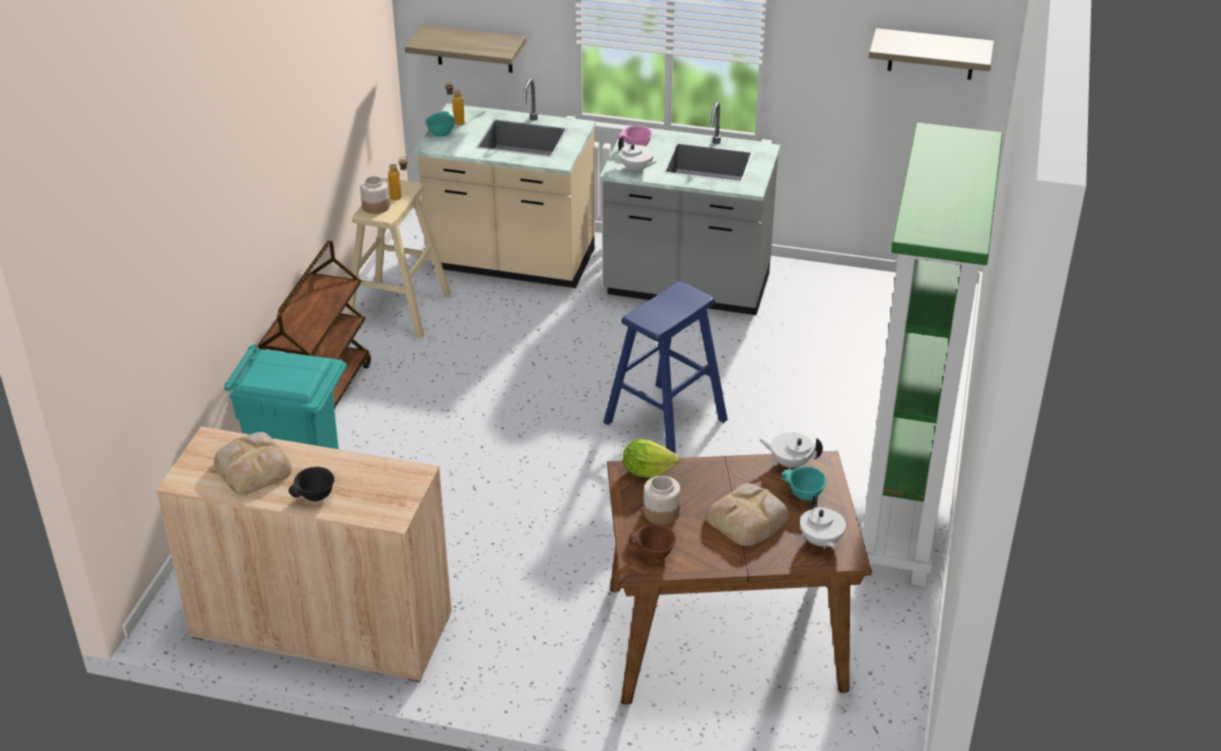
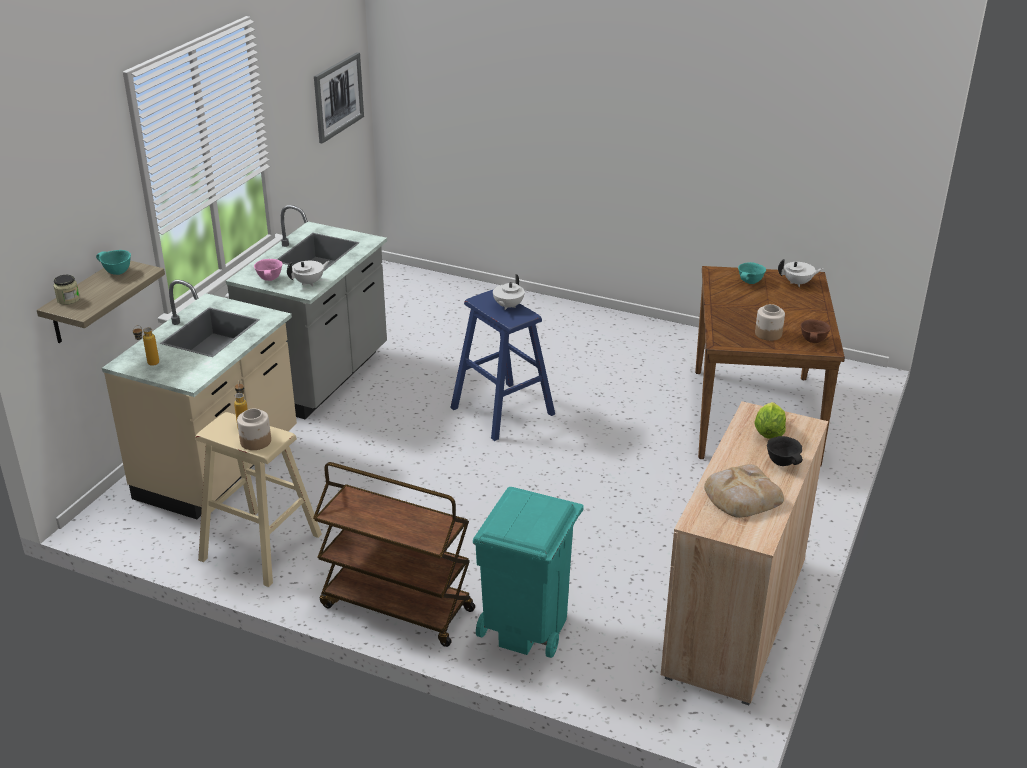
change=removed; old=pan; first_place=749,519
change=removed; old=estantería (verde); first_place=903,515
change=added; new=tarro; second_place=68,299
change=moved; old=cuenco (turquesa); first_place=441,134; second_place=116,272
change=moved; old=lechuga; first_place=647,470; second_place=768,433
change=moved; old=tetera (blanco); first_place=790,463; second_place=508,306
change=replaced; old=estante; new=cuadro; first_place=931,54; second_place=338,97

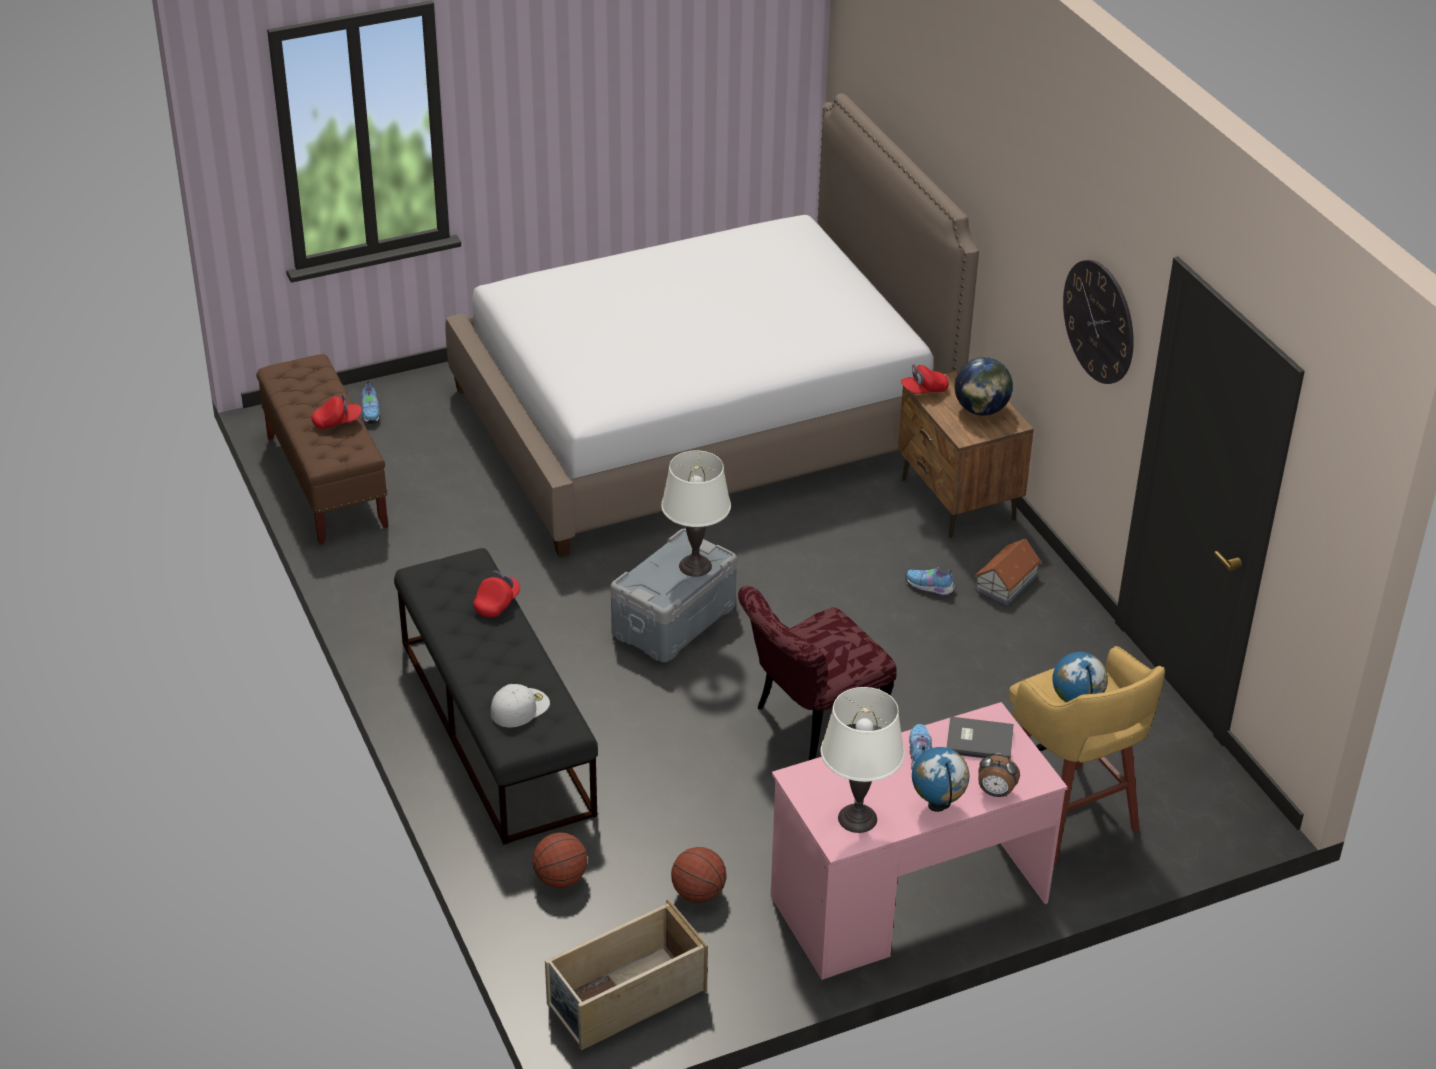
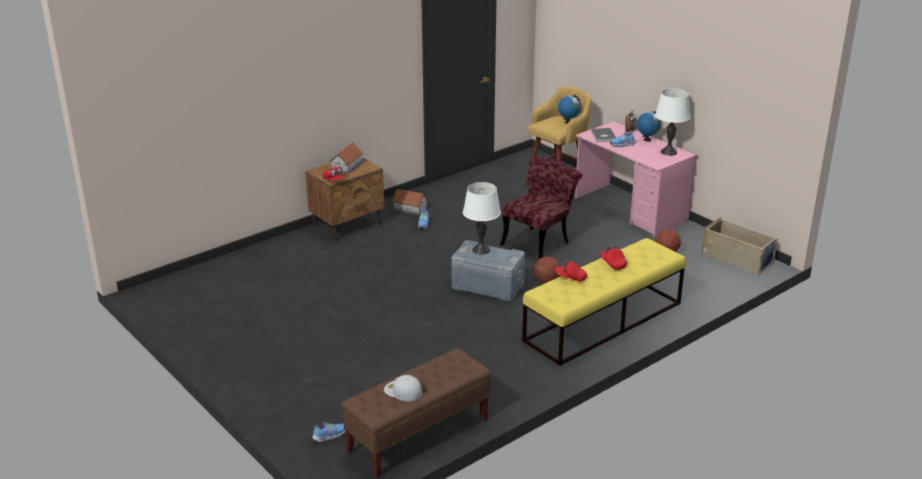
change=removed; old=cama; first_place=702,421
change=removed; old=reloj de pared; first_place=1099,321
change=moved; old=gorra (rojo); first_place=337,422; second_place=613,264
change=moved; old=gorra (blanco); first_place=520,707; second_place=402,391
change=moved; old=balón de baloncesto; first_place=560,878; second_place=546,281
change=replaced; old=globo terráqueo; new=casita; first_place=981,410; second_place=347,166
change=recoloured; old=banco (negro); new=banco (amarillo); first_place=495,726; second_place=603,322
change=turned; old=silla (rojo); first_place=811,722; second_place=539,241; degrees=-90

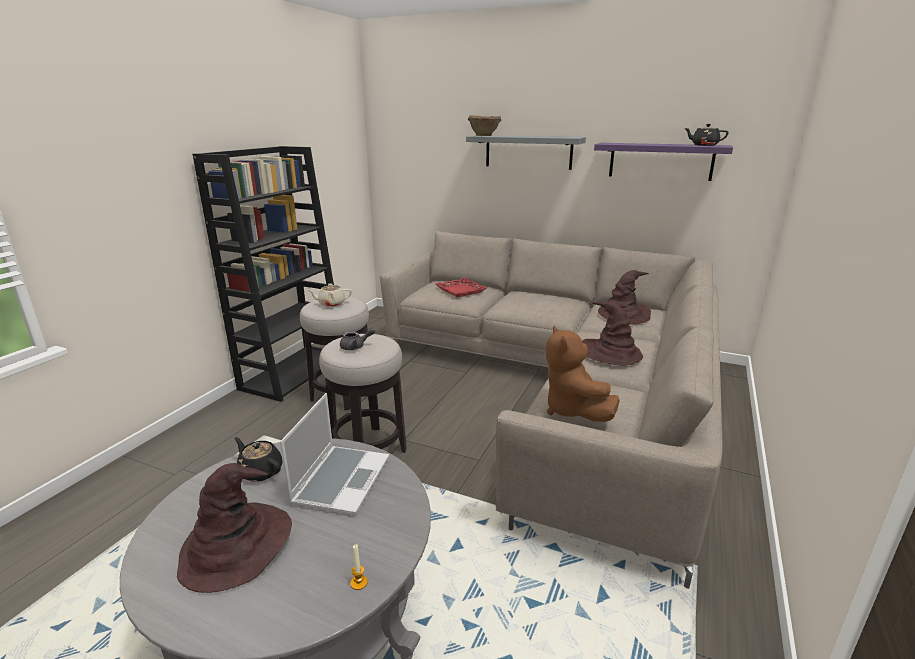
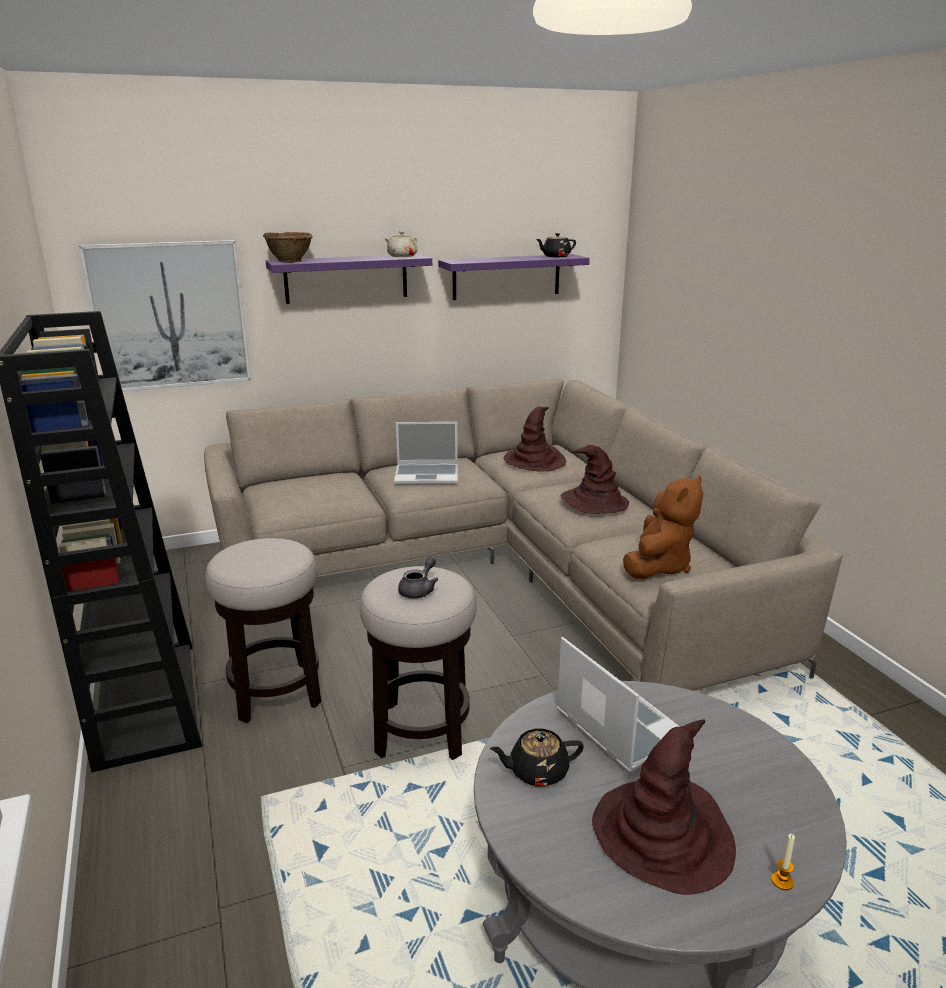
change=removed; old=bandeja (rojo); first_place=460,290
change=added; new=cuadro; second_place=170,316
change=added; new=portátil; second_place=427,475
change=moved; old=tetera (beis); first_place=331,304; second_place=401,256
change=moved; old=vela; first_place=359,583; second_place=782,881
change=recoloured; old=estante (gris); new=estante (morado); first_place=528,152; second_place=346,278
change=turned; old=peluche (marrón); first_place=573,410; second_place=658,566; degrees=-90

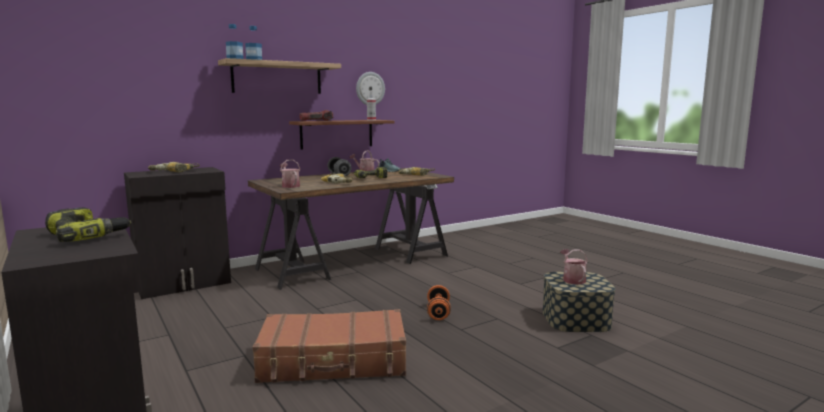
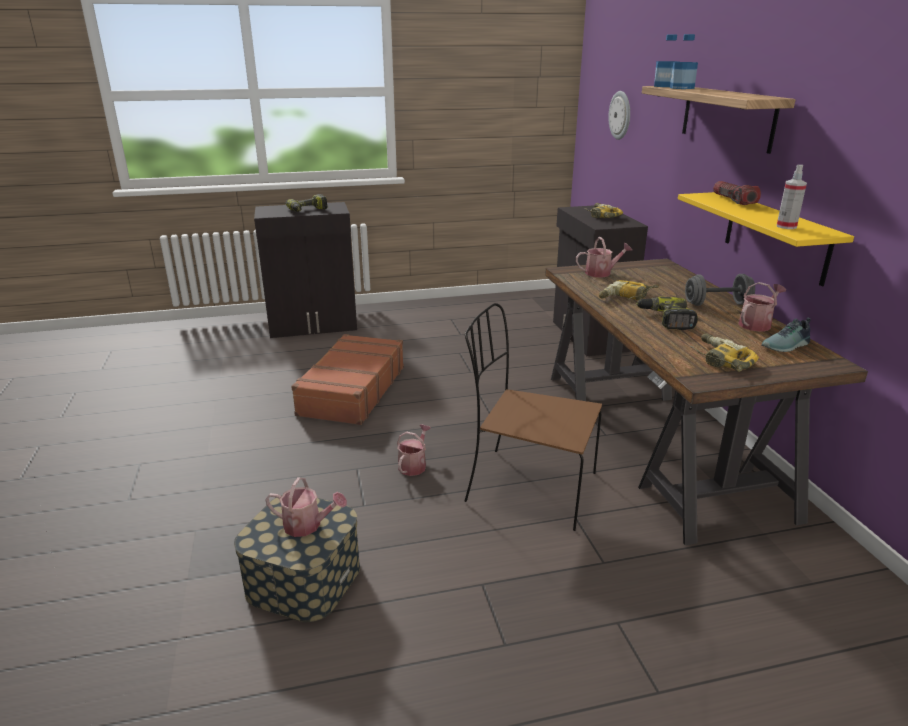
change=added; new=silla (marrón); second_place=528,487
change=moved; old=reloj de pared; first_place=370,88; second_place=620,115
change=replaced; old=mancuerna (naranja); new=regadera; first_place=438,313; second_place=414,465
change=recoloured; old=estante (marrón); new=estante (amarillo); first_place=337,134; second_place=775,237

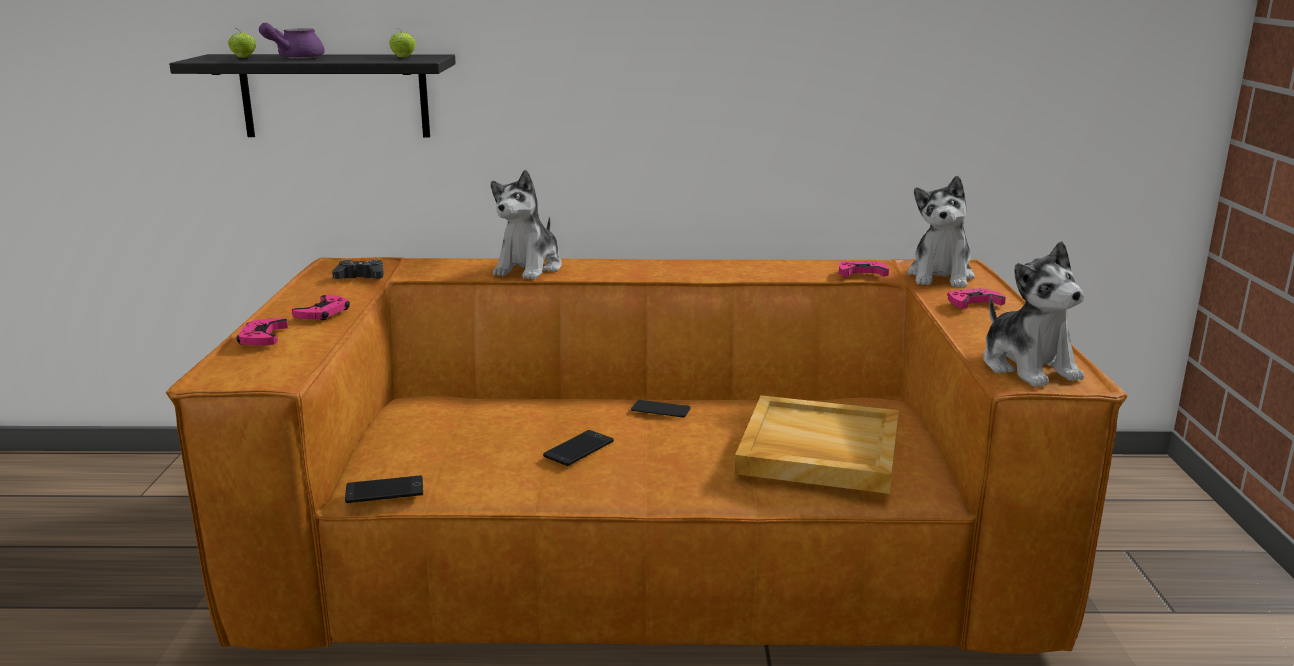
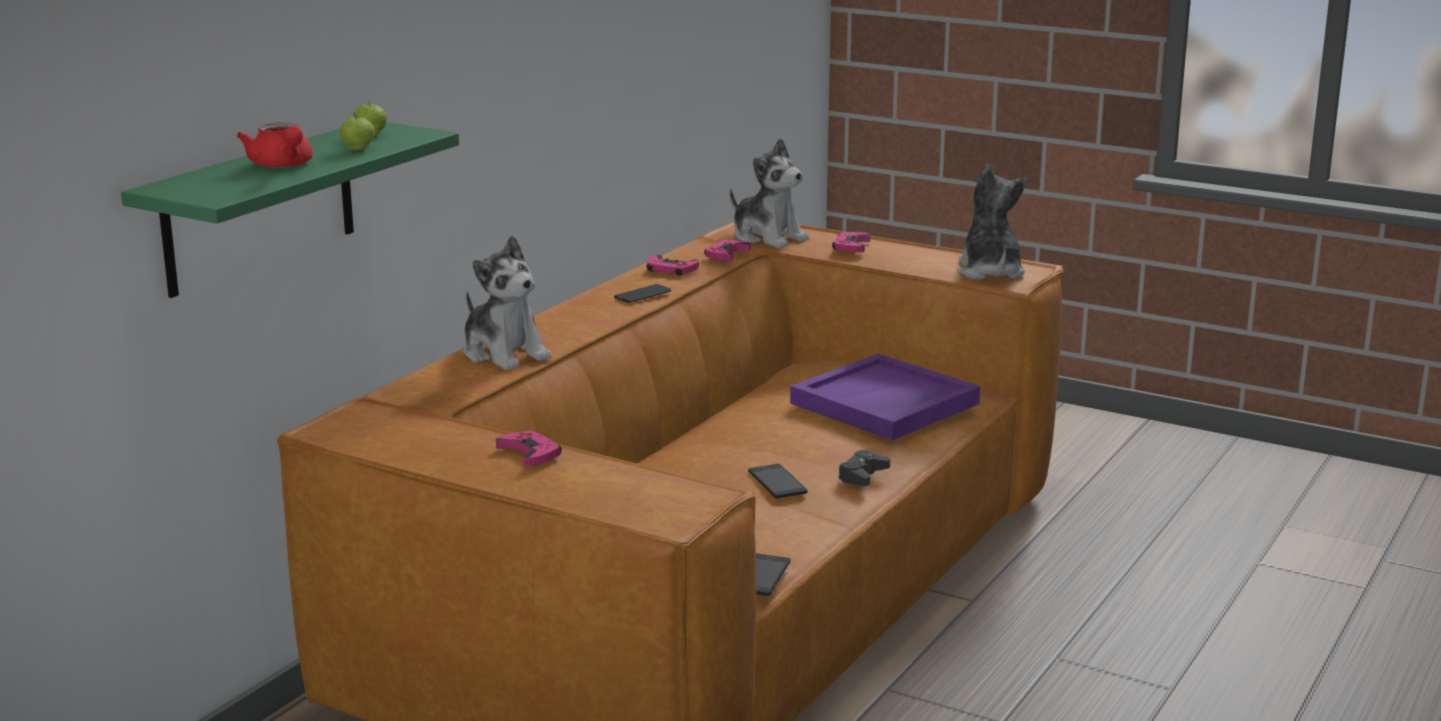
change=moved; old=manzana; first_place=244,57; second_place=358,149
change=moved; old=mando de consola (rosa); first_place=262,337; second_place=671,269
change=moved; old=mando de consola (negro); first_place=361,277; second_place=862,476
change=moved; old=móvil; first_place=660,409; second_place=642,294
change=recoloured; old=estante (negro); new=estante (verde); first_place=335,96; second_place=260,208
change=recoloured; old=tetera (morado); new=tetera (rojo); first_place=294,58; second_place=282,166
change=recoloured; old=bandeja (beis); new=bandeja (morado); first_place=817,450; second_place=884,404
change=turned; old=peluche; first_place=1028,367; second_place=989,272; degrees=-105

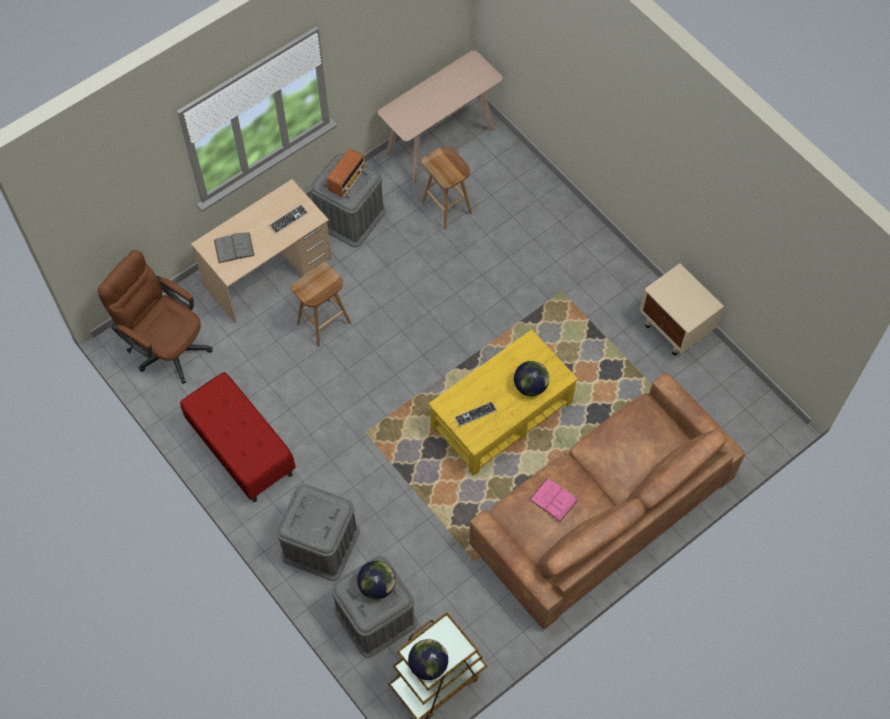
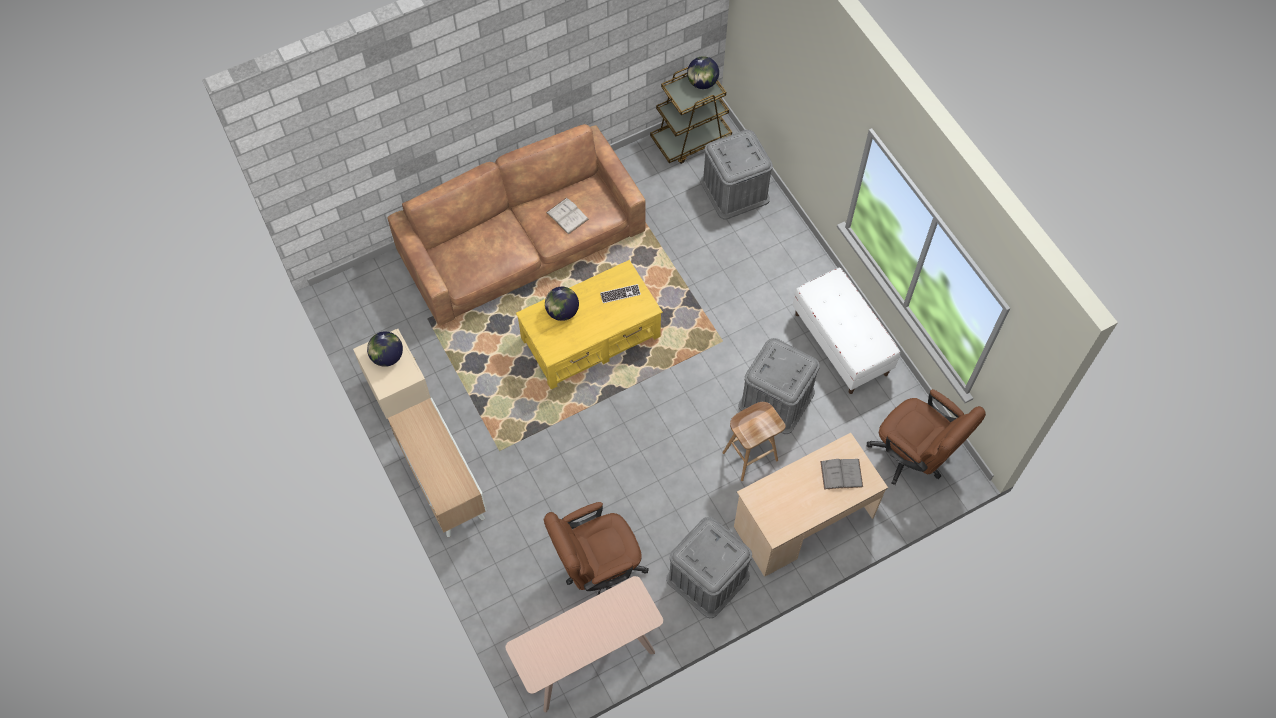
change=removed; old=teclado; first_place=288,219
change=removed; old=radio; first_place=347,180
change=added; new=armario; second_place=443,485
change=moved; old=caja de almacenaje (gris); first_place=320,543; second_place=776,399
change=moved; old=globo terráqueo; first_place=377,586; second_place=387,357
change=replaced; old=taburete (marrón); new=silla de oficina (marrón); first_place=447,208; second_place=597,569
change=recoloured; old=banco (rojo); new=banco (blanco); first_place=241,449; second_place=841,343
change=recoloured; old=libro (rosa); new=libro (blanco); first_place=553,499; second_place=567,216

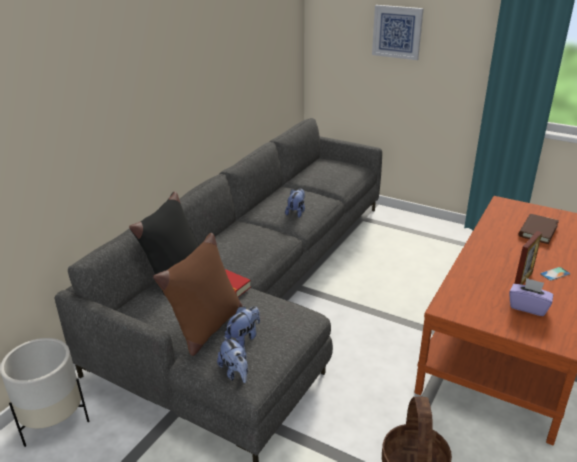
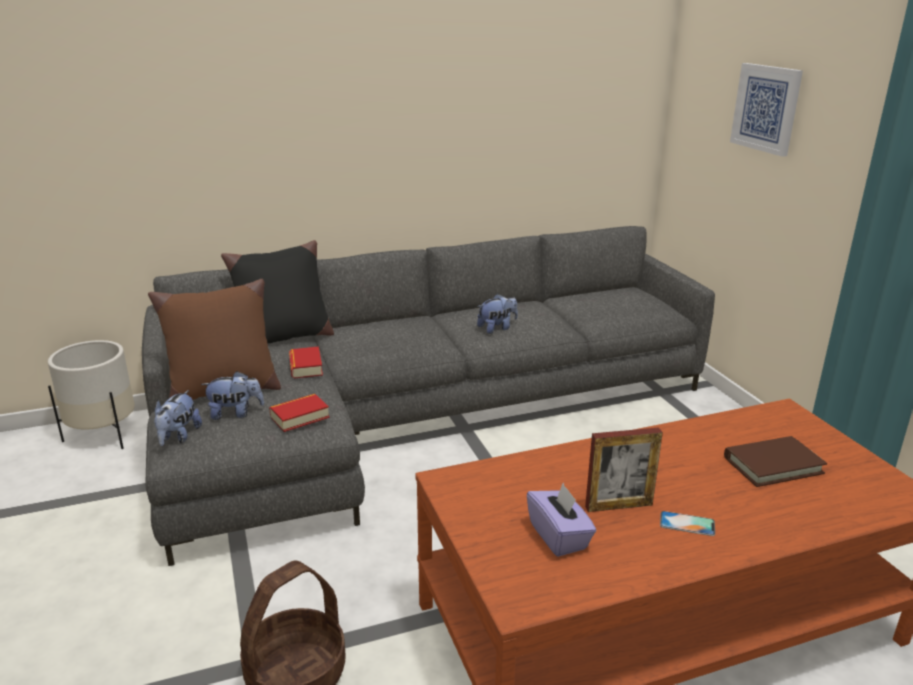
change=added; new=libro; second_place=299,417

